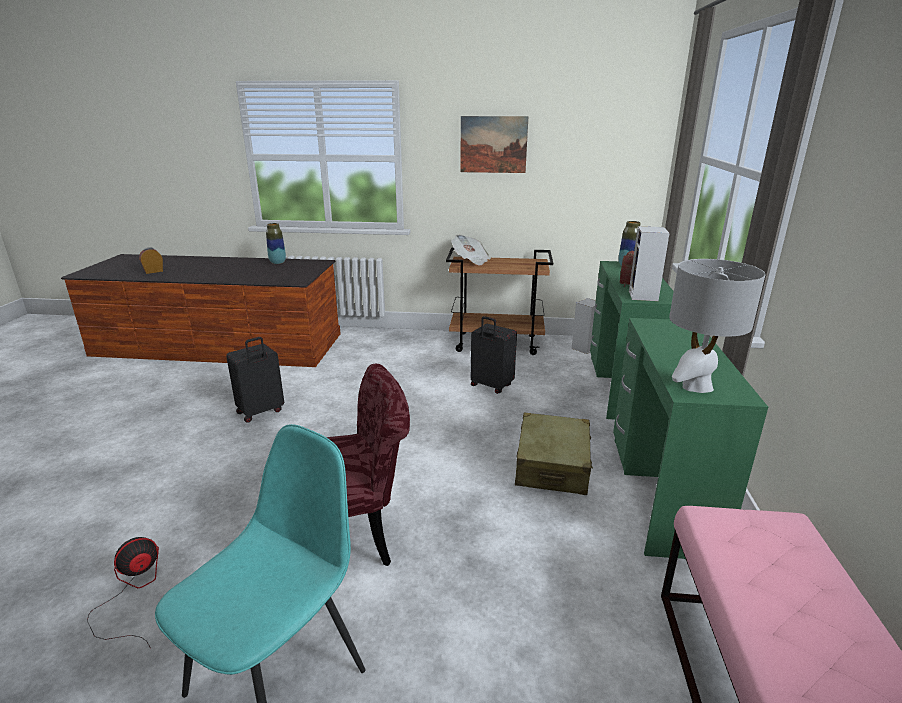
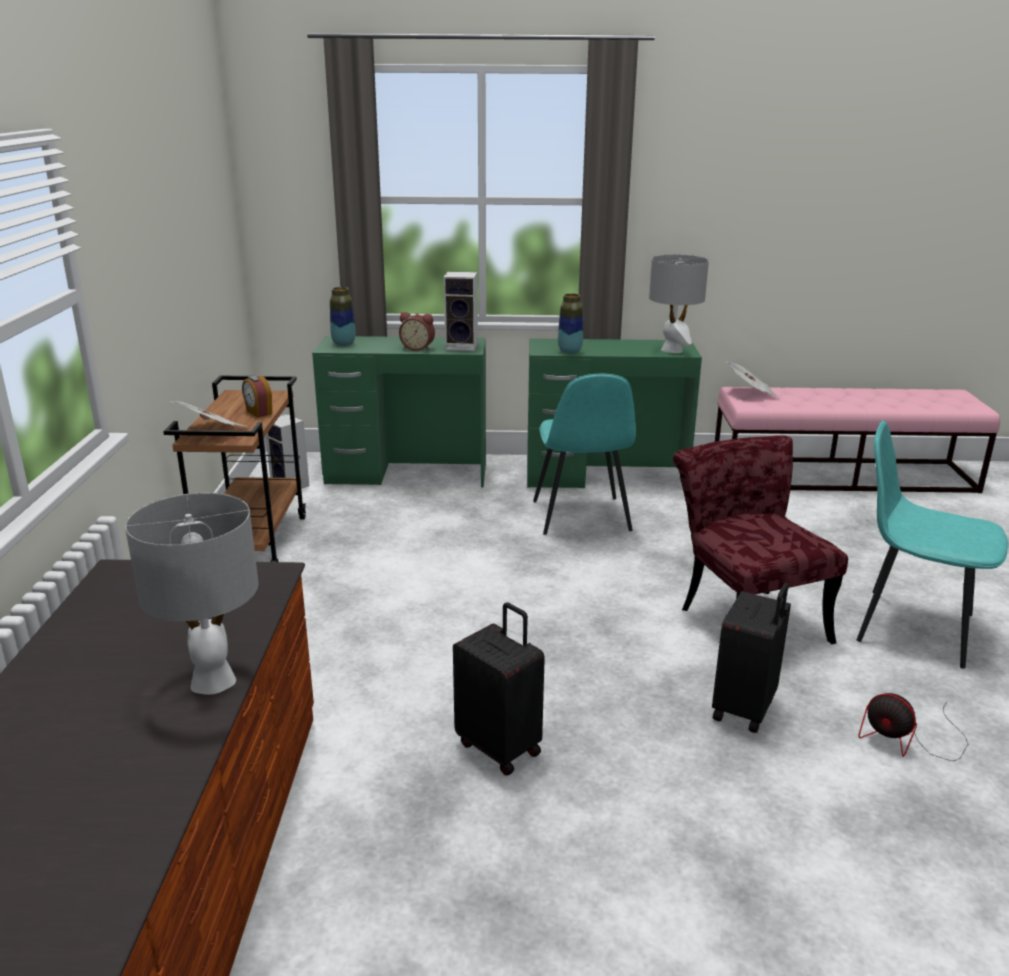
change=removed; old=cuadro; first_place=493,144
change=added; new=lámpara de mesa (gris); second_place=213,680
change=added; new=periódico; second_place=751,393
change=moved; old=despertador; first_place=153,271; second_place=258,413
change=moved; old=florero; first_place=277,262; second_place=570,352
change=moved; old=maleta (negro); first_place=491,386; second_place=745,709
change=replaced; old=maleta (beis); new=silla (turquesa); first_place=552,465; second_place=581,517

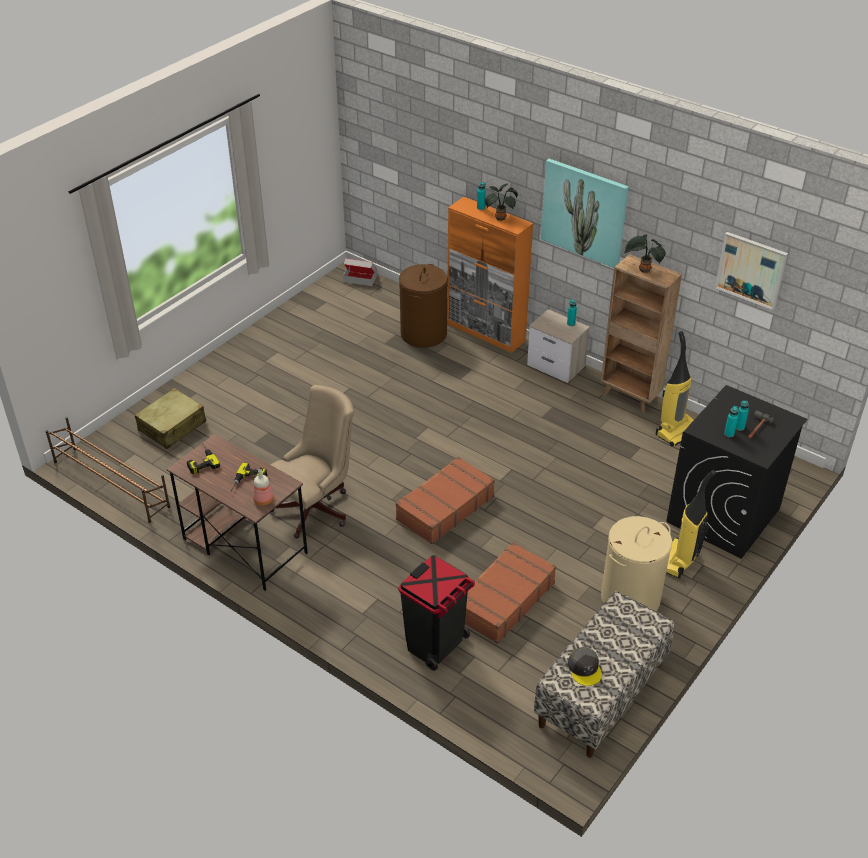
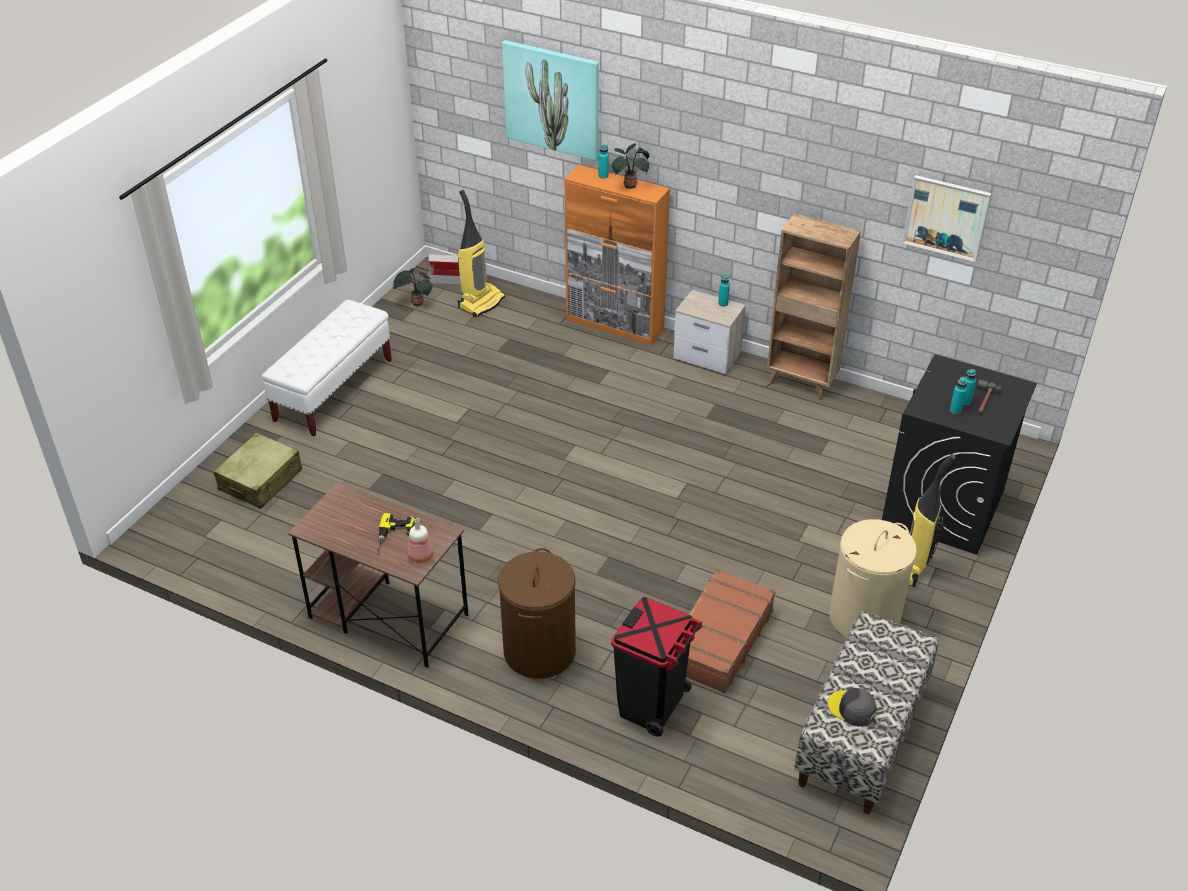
change=removed; old=zapatero (marrón); first_place=111,483
change=removed; old=taladro; first_place=200,461
change=removed; old=silla de oficina (beis); first_place=316,507
change=removed; old=maleta (marrón); first_place=444,508
change=added; new=banco (blanco); second_place=334,390
change=moved; old=cesto de la ropa (marrón); first_place=423,334; second_place=539,651
change=moved; old=cuadro; first_place=584,212; second_place=552,99
change=moved; old=planta en maceta; first_place=643,270; second_place=416,304
change=moved; old=aspiradora; first_place=676,431; second_place=481,302
change=turned; old=gorra (gris); first_place=584,669; second_place=852,709; degrees=150

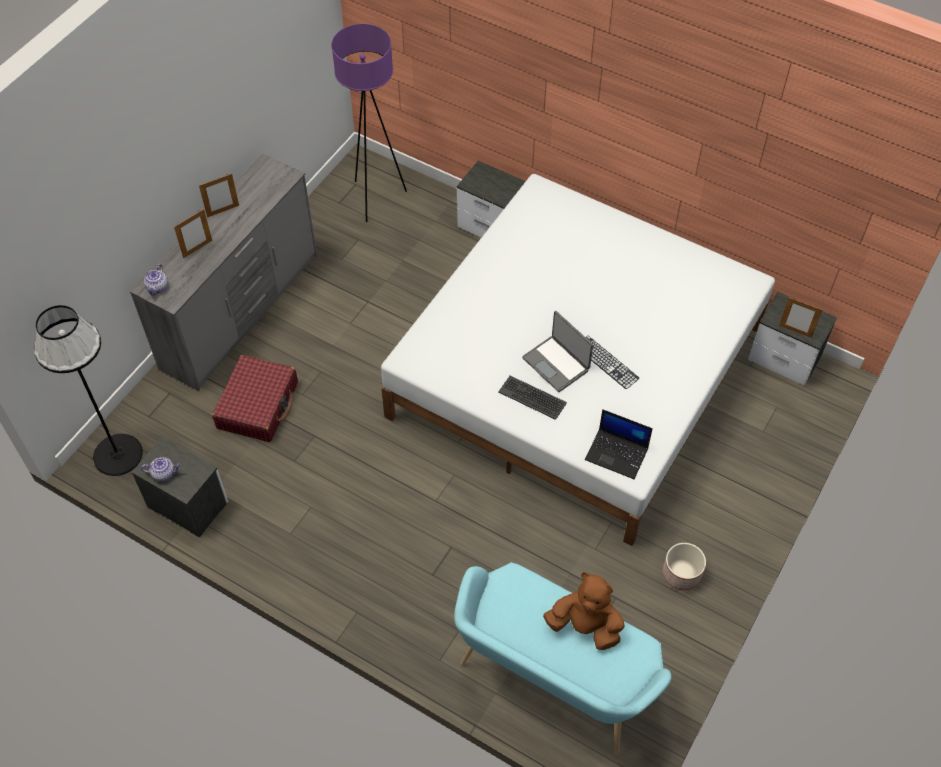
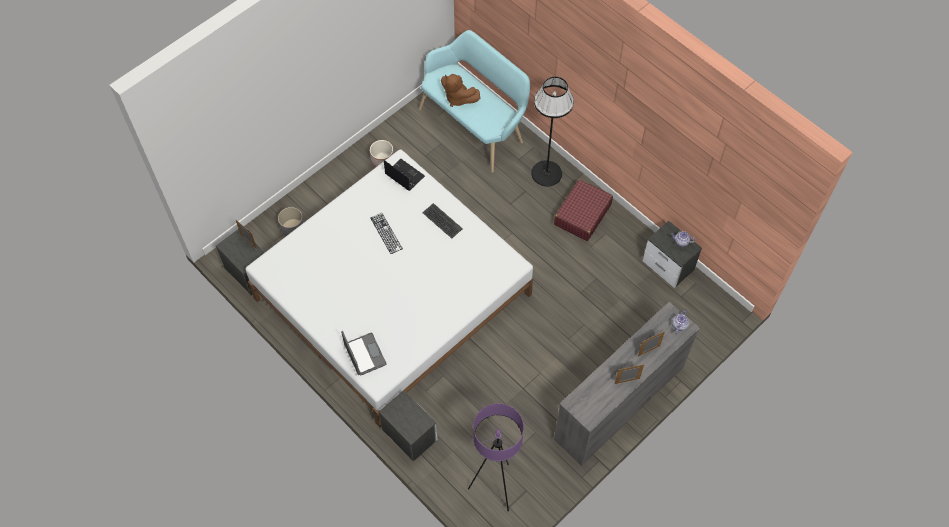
change=added; new=maceta (gris); second_place=293,228
change=moved; old=lámpara de pie (negro); first_place=117,454; second_place=546,173
change=moved; old=maleta (rojo); first_place=258,405; second_place=582,215
change=moved; old=portátil; first_place=556,363; second_place=364,355

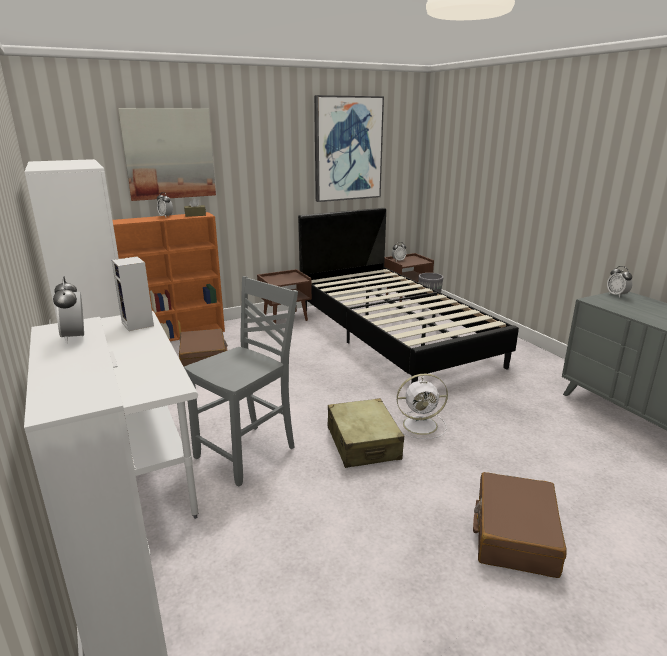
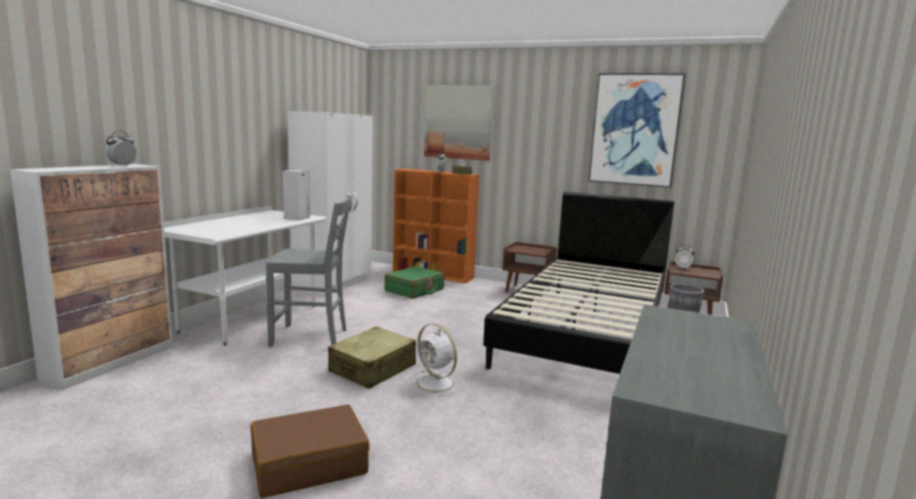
change=removed; old=despertador; first_place=617,295
change=recoloured; old=maleta (marrón); new=maleta (verde); first_place=204,358; second_place=414,290

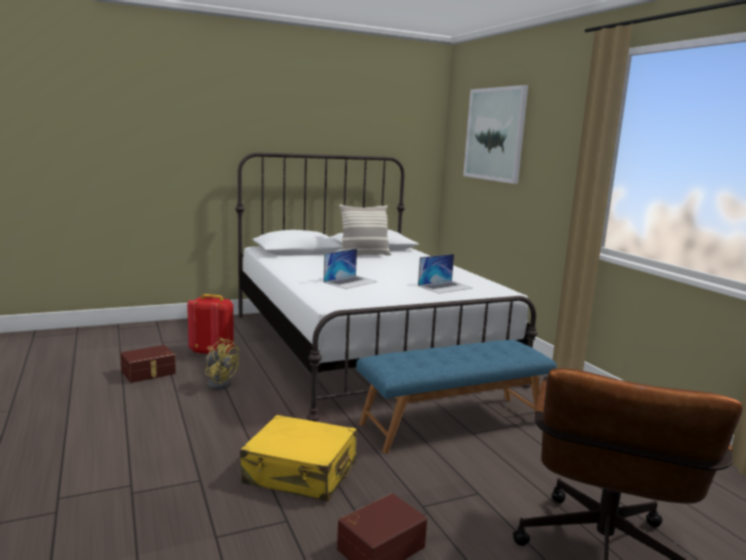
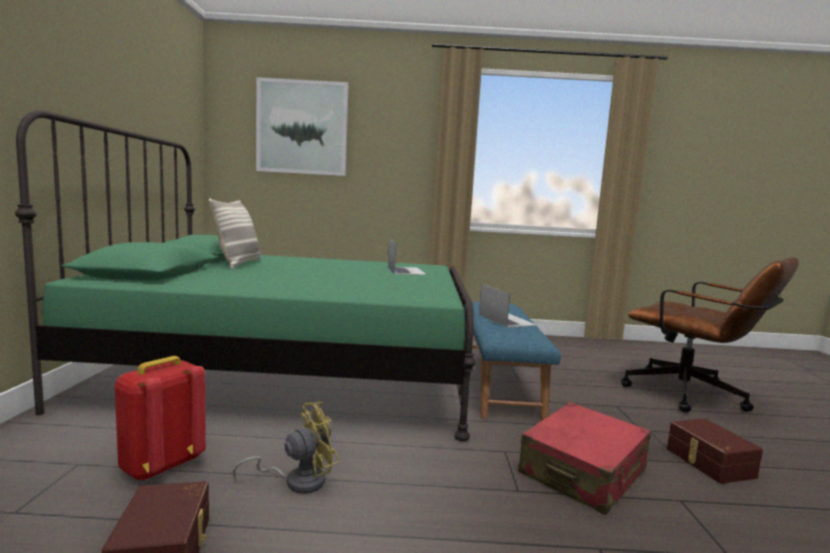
change=moved; old=portátil; first_place=350,282; second_place=506,319
change=recoloured; old=cama (blanco); new=cama (verde); first_place=364,347; second_place=292,370
change=recoloured; old=maleta (amarillo); new=maleta (rojo); first_place=300,473; second_place=583,472

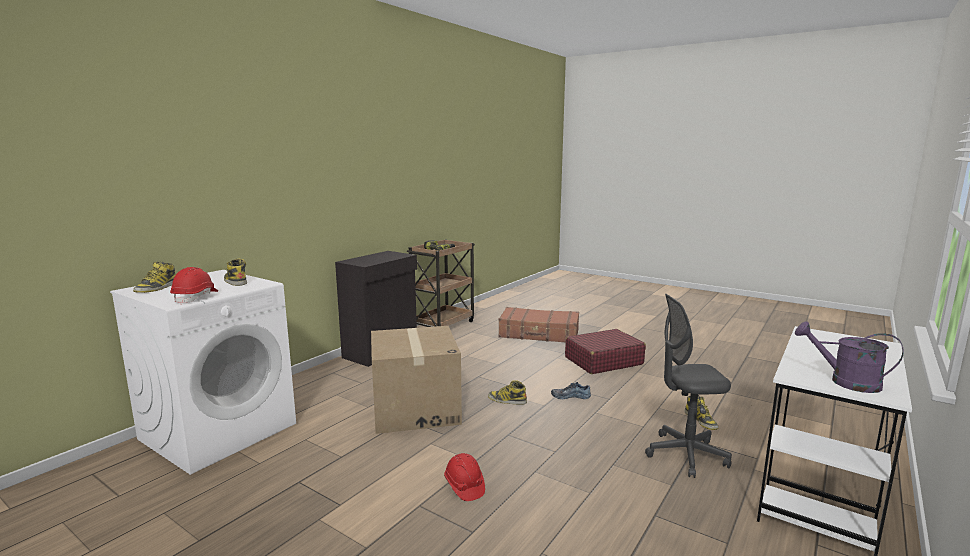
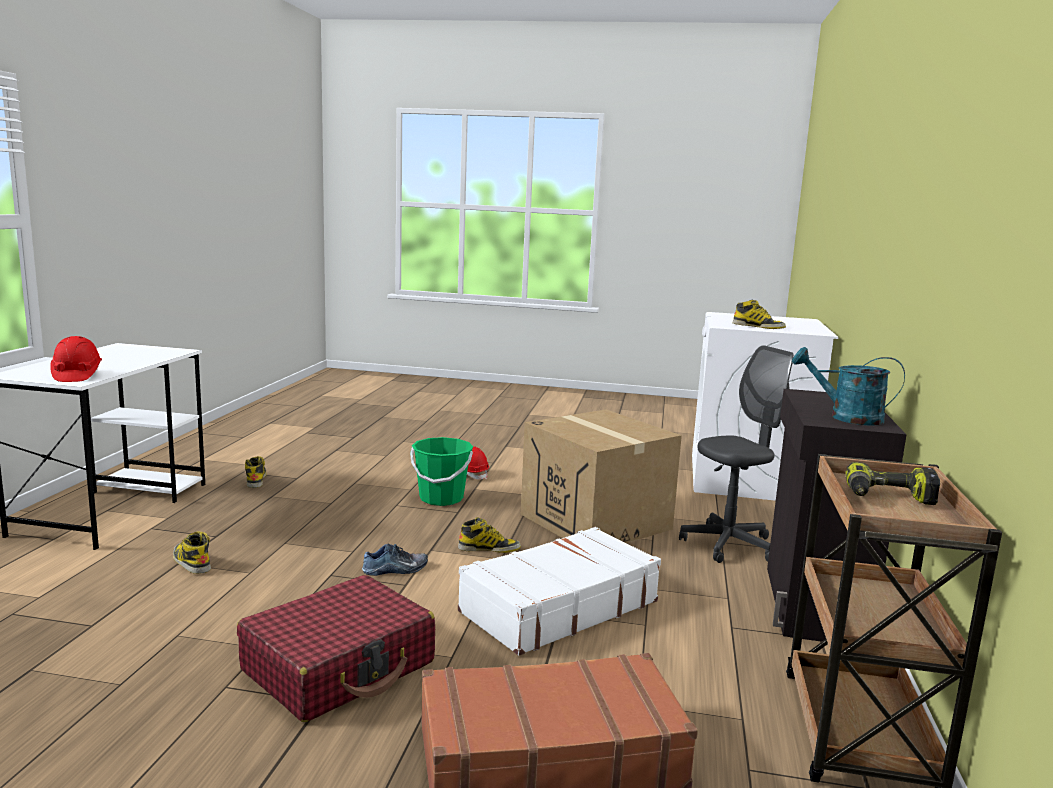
change=removed; old=regadera (morado); first_place=845,382
change=added; new=cubo (verde); second_place=441,498
change=added; new=maleta (blanco); second_place=558,606
change=added; new=regadera (turquesa); second_place=846,417
change=moved; old=bota; first_place=157,288; second_place=256,480
change=moved; old=casco (rojo); first_place=196,297; second_place=76,376
change=moved; old=silla de oficina (gris); first_place=686,455; second_place=728,545

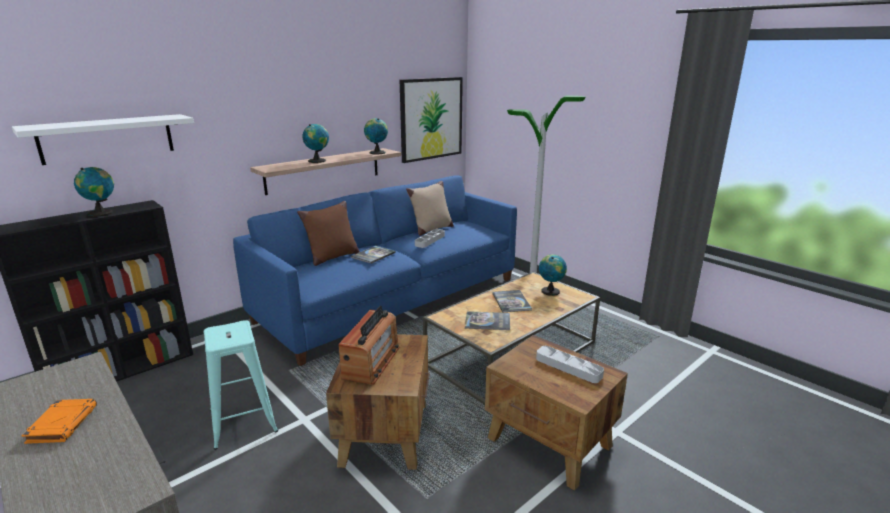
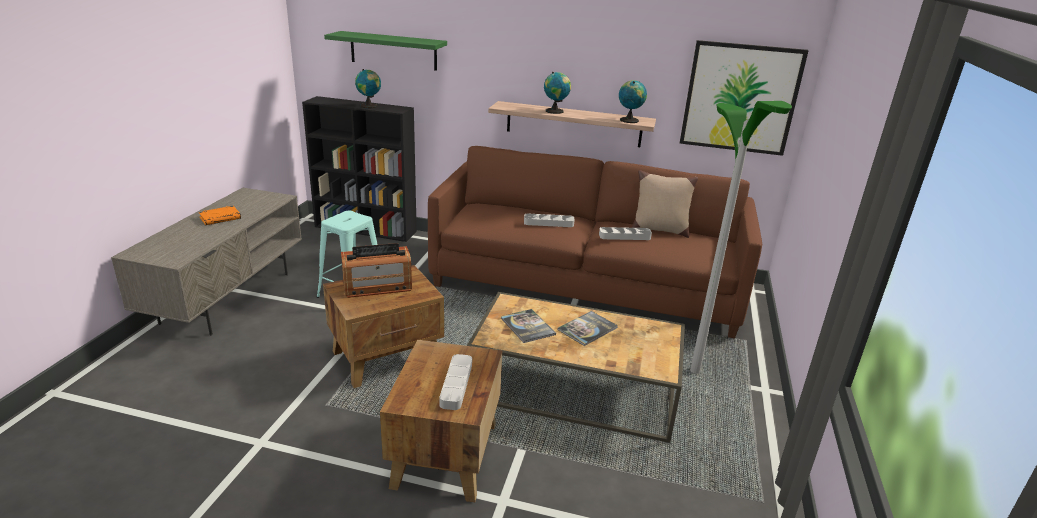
change=removed; old=cojín (marrón); first_place=332,257
change=removed; old=globo terráqueo; first_place=550,291
change=replaced; old=libro; new=bandeja (gris); first_place=373,255; second_place=548,223
change=recoloured; old=estante (blanco); new=estante (verde); first_place=107,138; second_place=393,51
change=recoloured; old=sofá (azul); new=sofá (marrón); first_place=392,299; second_place=586,285

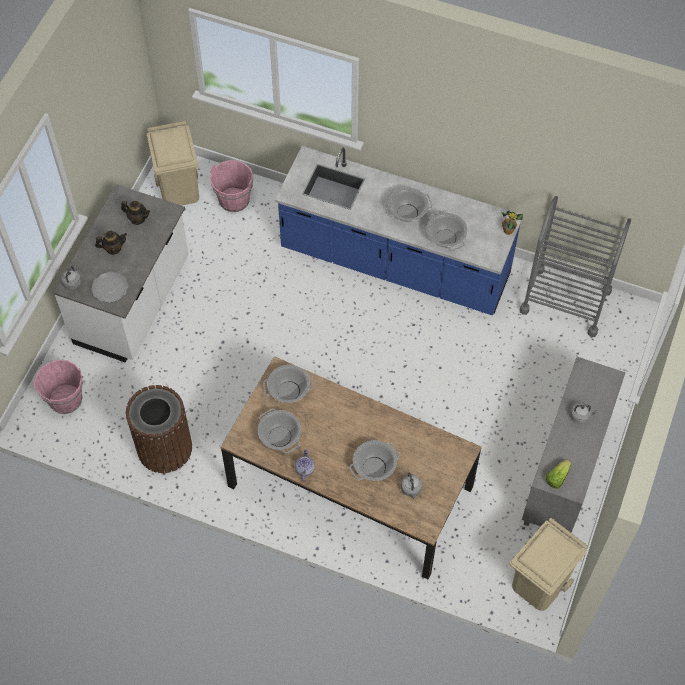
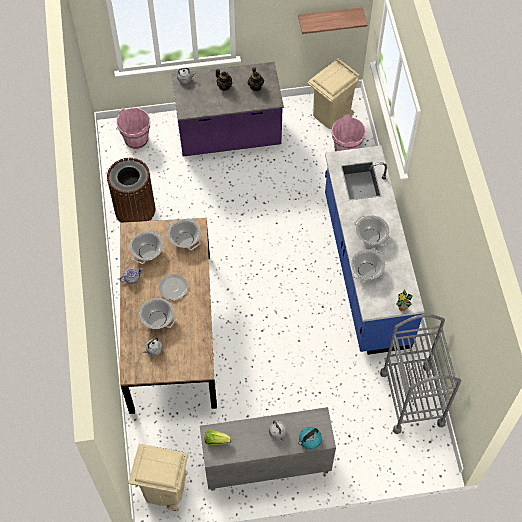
change=added; new=estante; second_place=329,18
change=added; new=hervidor; second_place=309,440
change=moved; old=plato; first_place=109,288; second_place=173,288
change=recoloured; old=mueble bajo de cocina (blanco); new=mueble bajo de cocina (morado); first_place=134,302; second_place=229,136

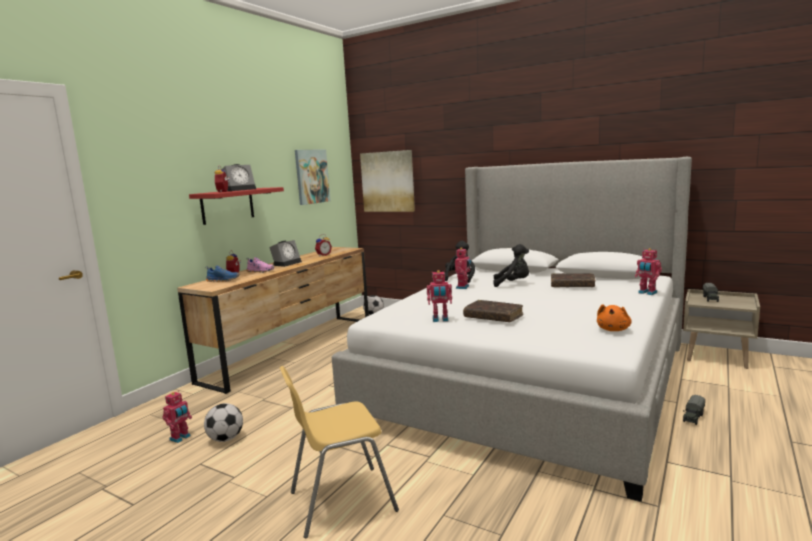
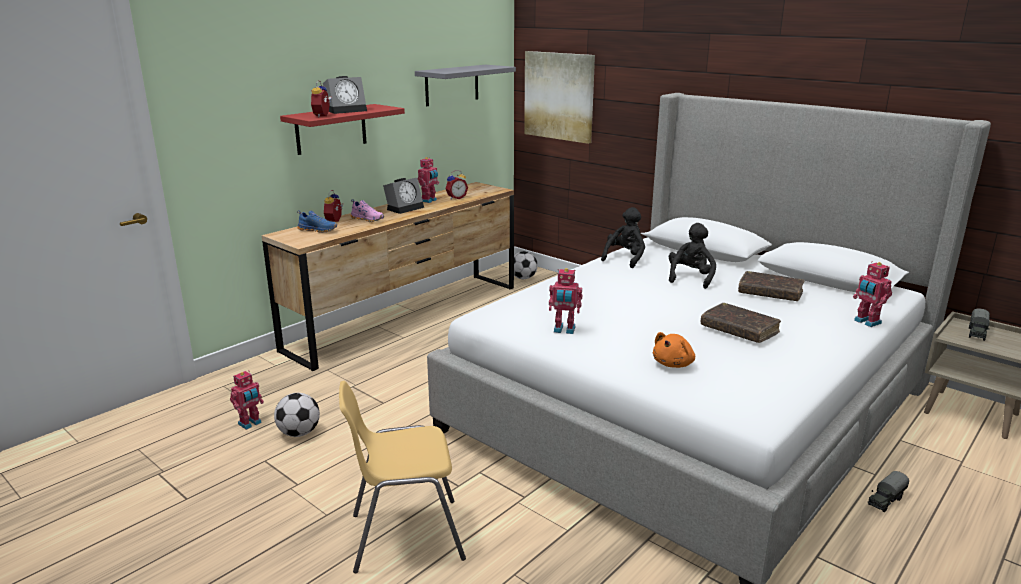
change=moved; old=robot de juguete; first_place=463,287; second_place=429,200
change=moved; old=libro (marrón); first_place=493,317; second_place=739,330
change=moved; old=peluche (naranja); first_place=613,329; second_place=674,364
change=replaced; old=cuadro; new=estante (gris); first_place=311,176; second_place=452,85
change=turned; old=peluche (negro); first_place=513,283; second_place=690,278; degrees=-90

